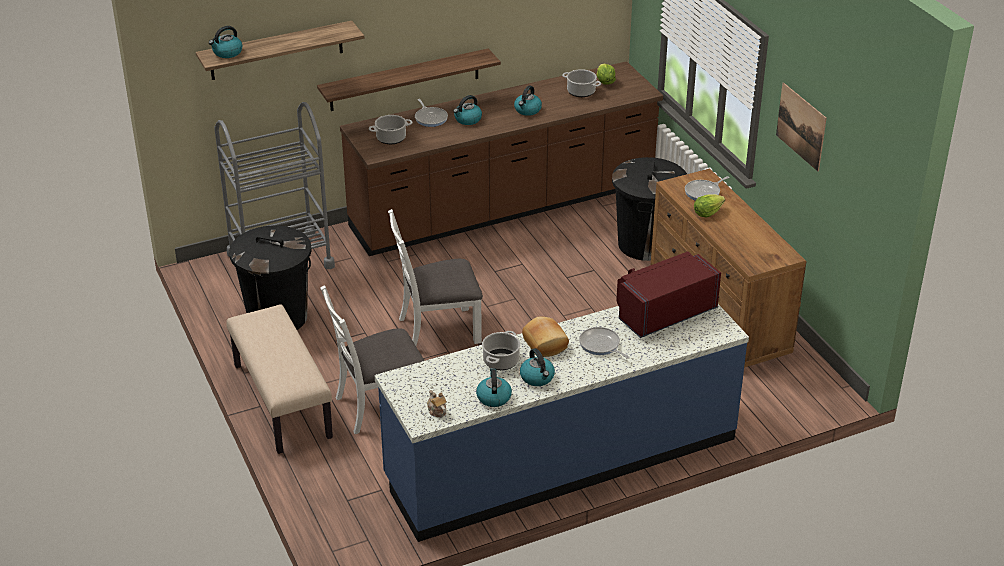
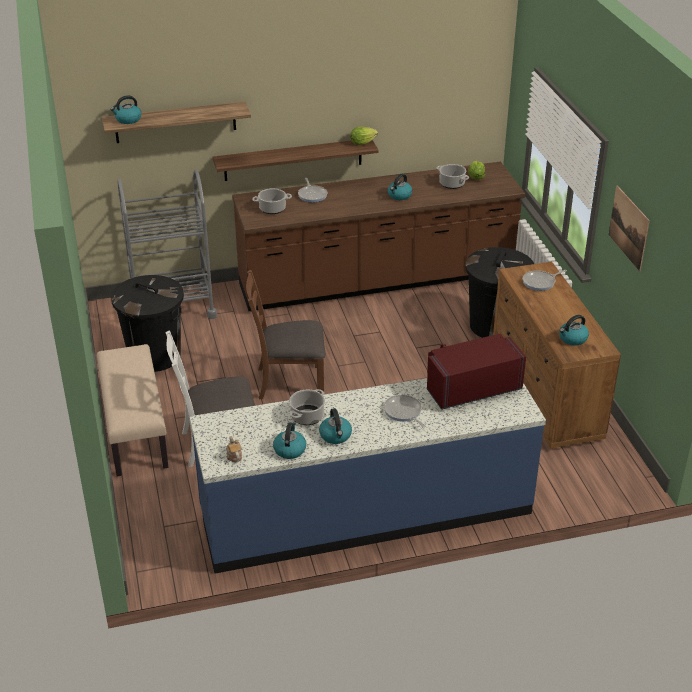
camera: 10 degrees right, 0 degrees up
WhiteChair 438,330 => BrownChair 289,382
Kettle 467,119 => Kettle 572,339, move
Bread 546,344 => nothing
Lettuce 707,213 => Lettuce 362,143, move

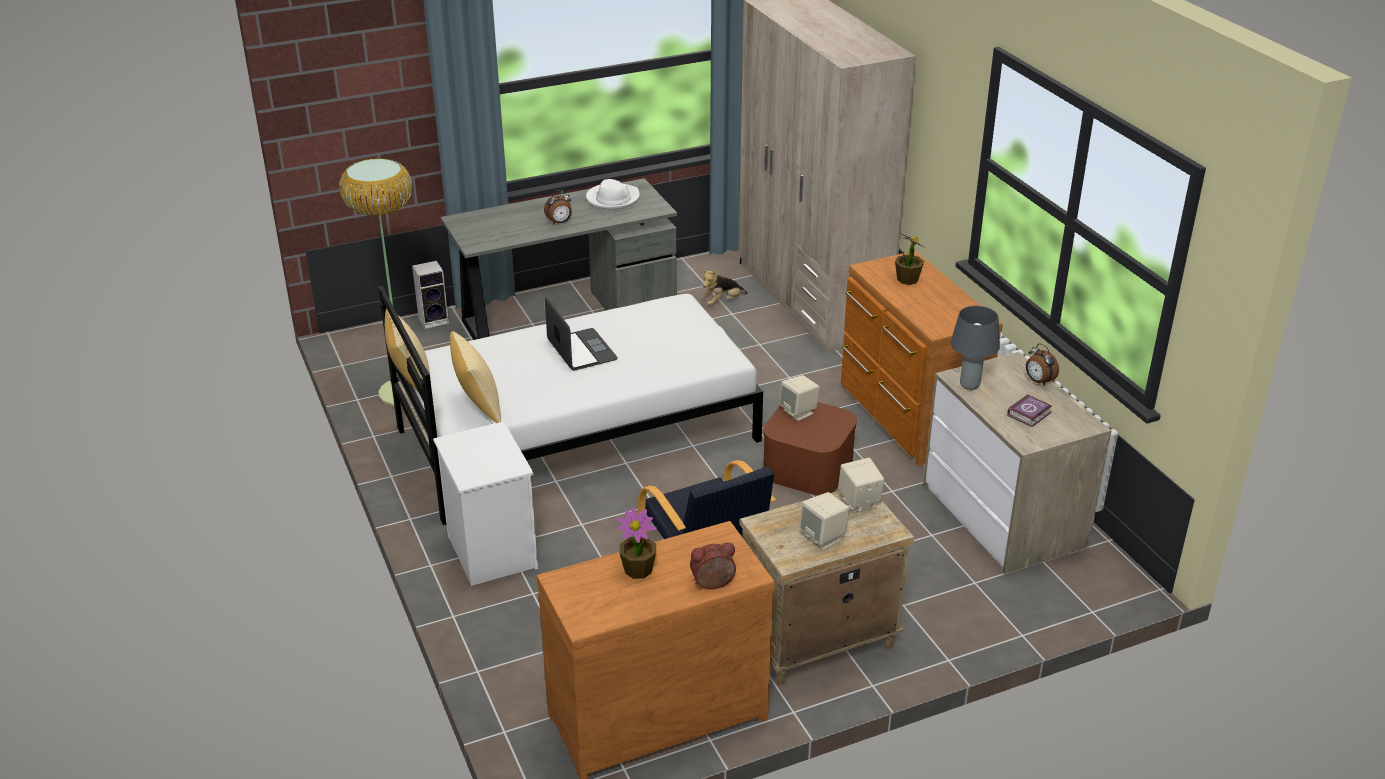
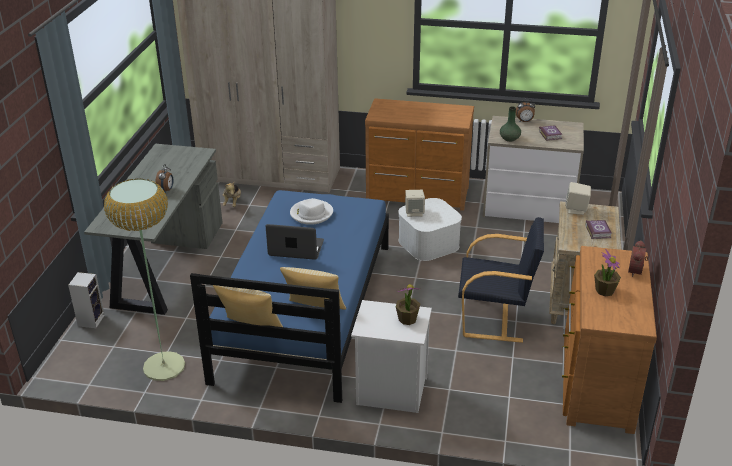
camera: 55 degrees left, 0 degrees up
WhiteBed 577,434 => BlueBed 305,309
WhiteHat 612,199 => WhiteHat 311,214, move
BrownStorageBox 807,467 => WhiteStorageBox 428,243
BeigeSpeaker 823,537 => Book 598,231
PottedPlant 907,279 => PottedPlant 407,319, move
GreyTableLamp 969,386 => GreenVase 510,139

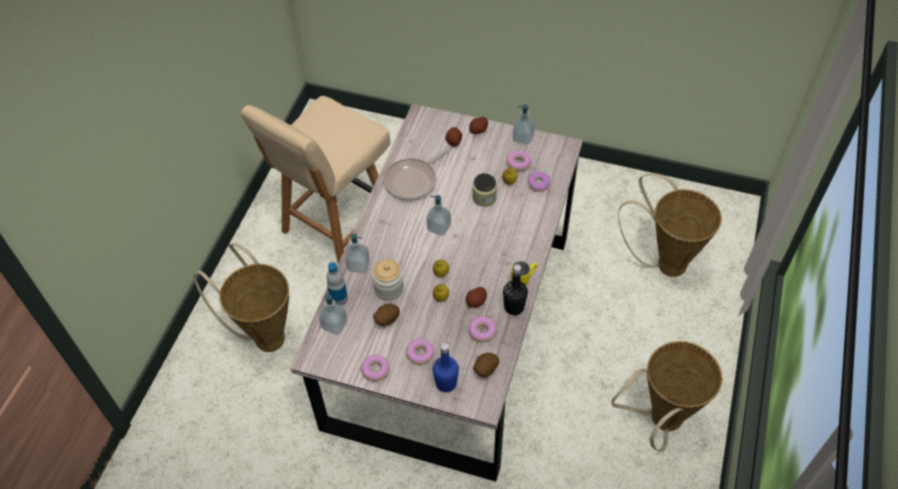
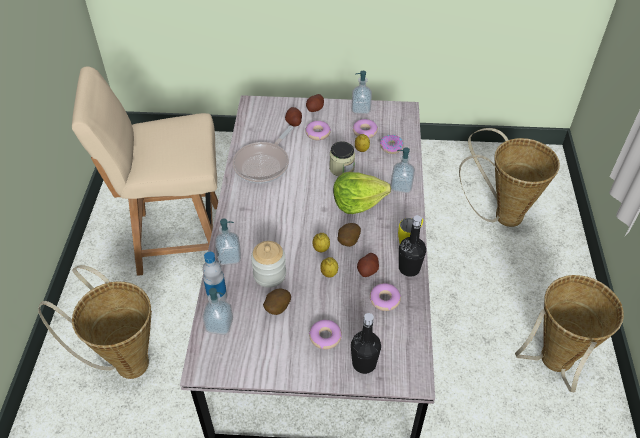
camera: 15 degrees left, 5 degrees down
BeigeChair 335,226 => BeigeChair 176,239, 60 degrees clockwise
Donut 375,370 => Donut 317,133, move
SoapDispenser 439,227 => SoapDispenser 401,186, move
BlueBottle 446,383 => BlackBottle 364,363
Potato 485,370 => Potato 347,242, move
nothing => Lettuce 357,202

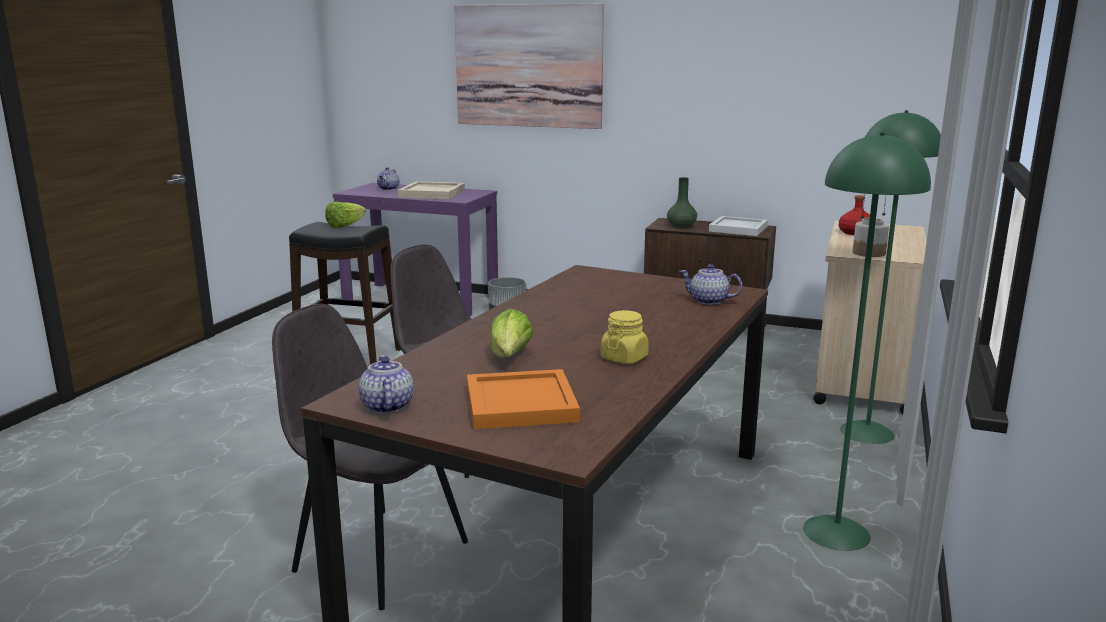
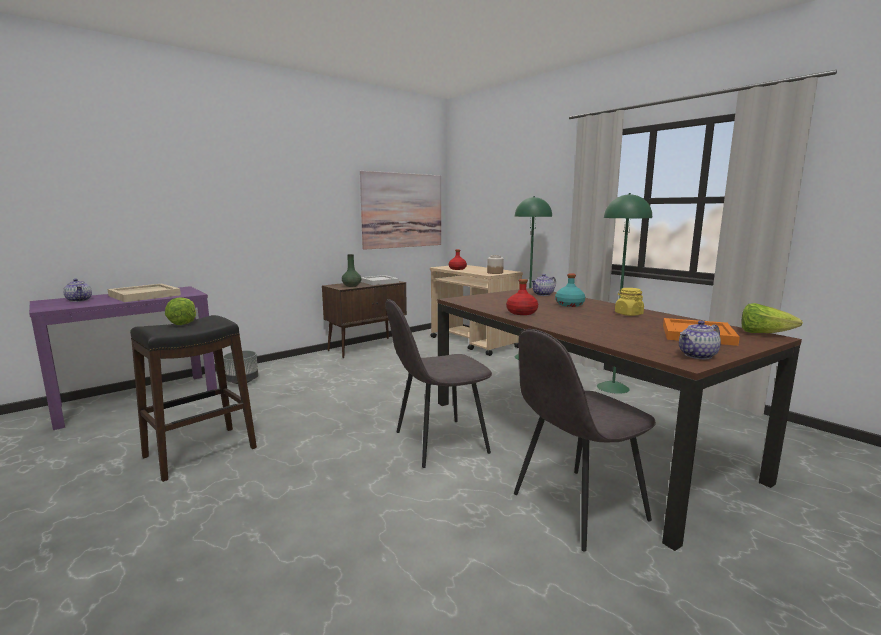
camera: 60 degrees left, 5 degrees down
Teapot 386,406 => Teapot 698,356, 45 degrees counterclockwise
Picture 528,66 => Picture 402,210, move
Lettuce 510,357 => Lettuce 763,334, move
nothing => RedBottle 521,312
nothing => TurquoiseBottle 569,305

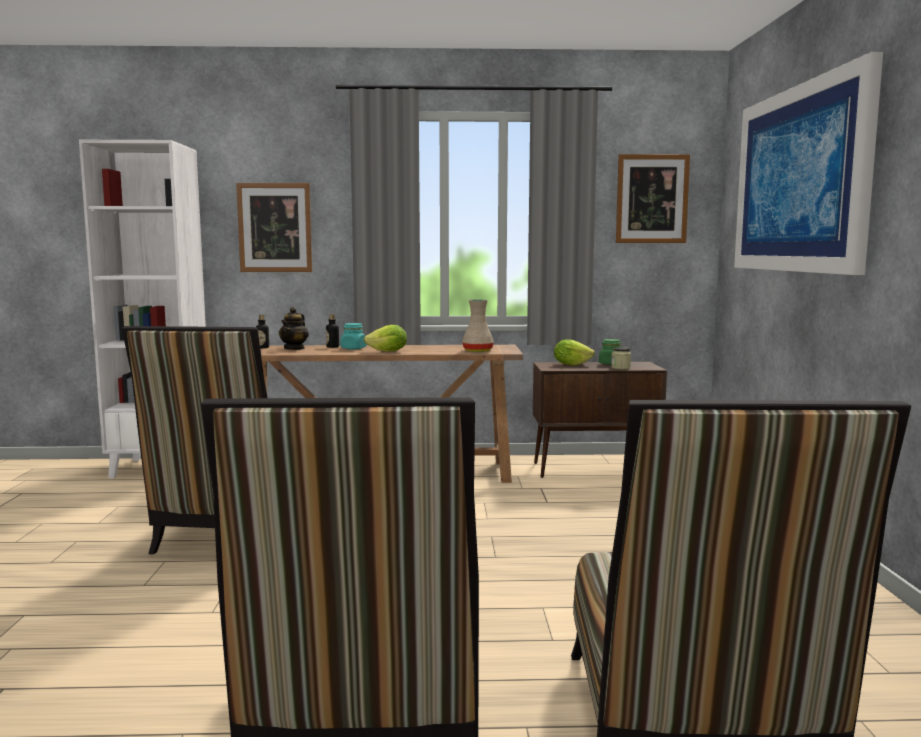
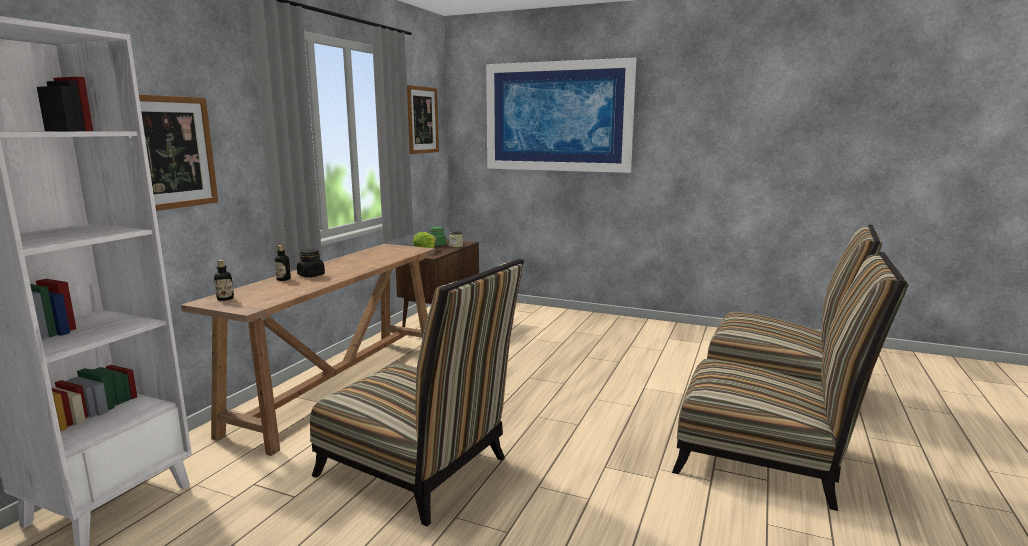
camera: 65 degrees left, 5 degrees up
Teapot 294,348 => nothing
TurquoiseJar 353,348 => BlackJar 311,275
Lettuce 388,351 => nothing
BeigeVase 477,351 => nothing

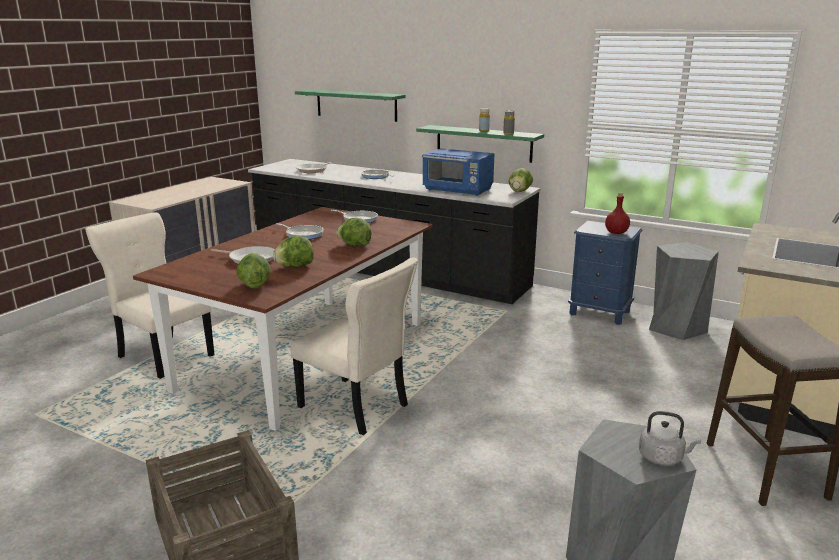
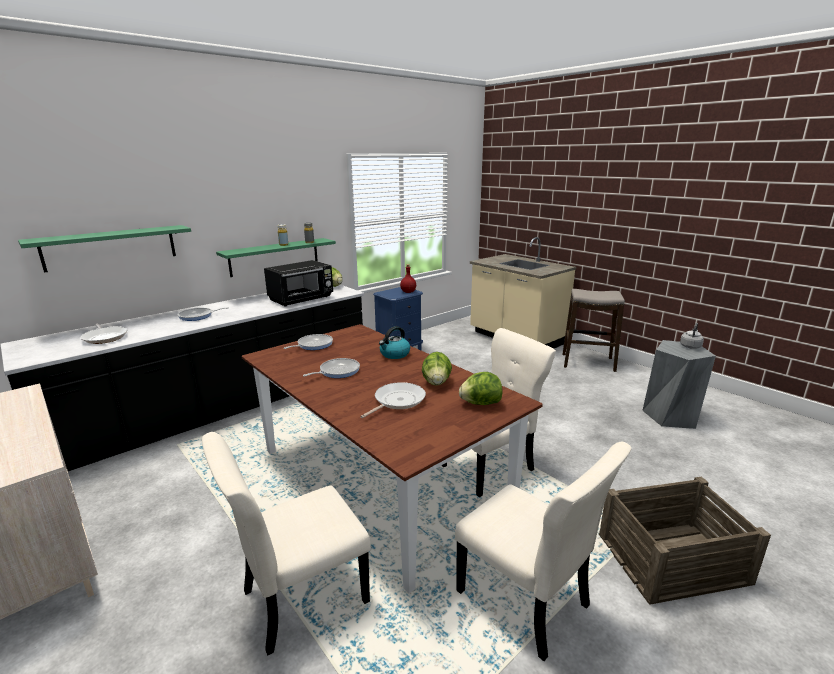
camera: 70 degrees left, 0 degrees up
Lettuce 355,245 => Kettle 394,354
BlueMicrowave 458,190 => BlackMicrowave 302,299
GreyStool 676,327 => nothing
nothing => BeigeChair 526,602

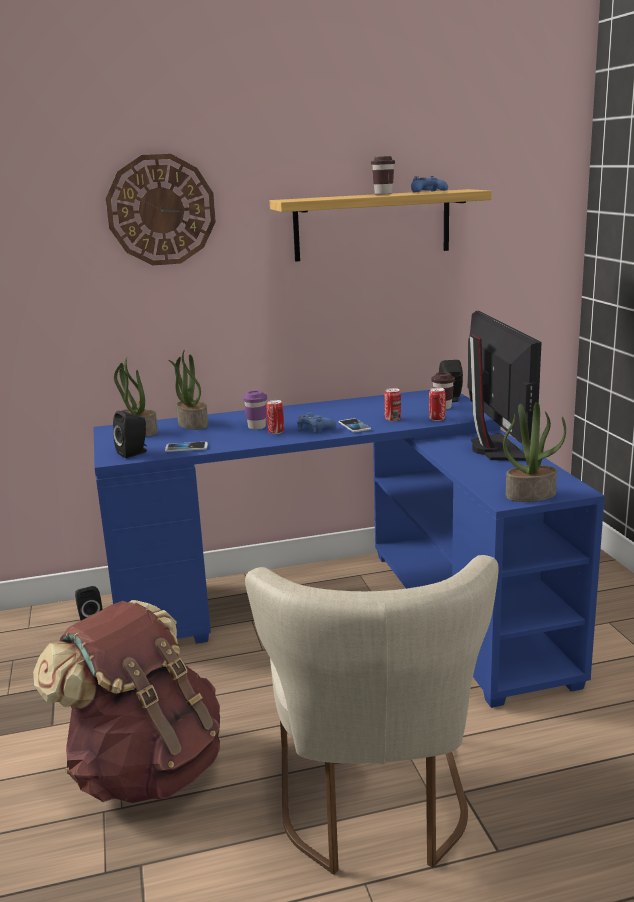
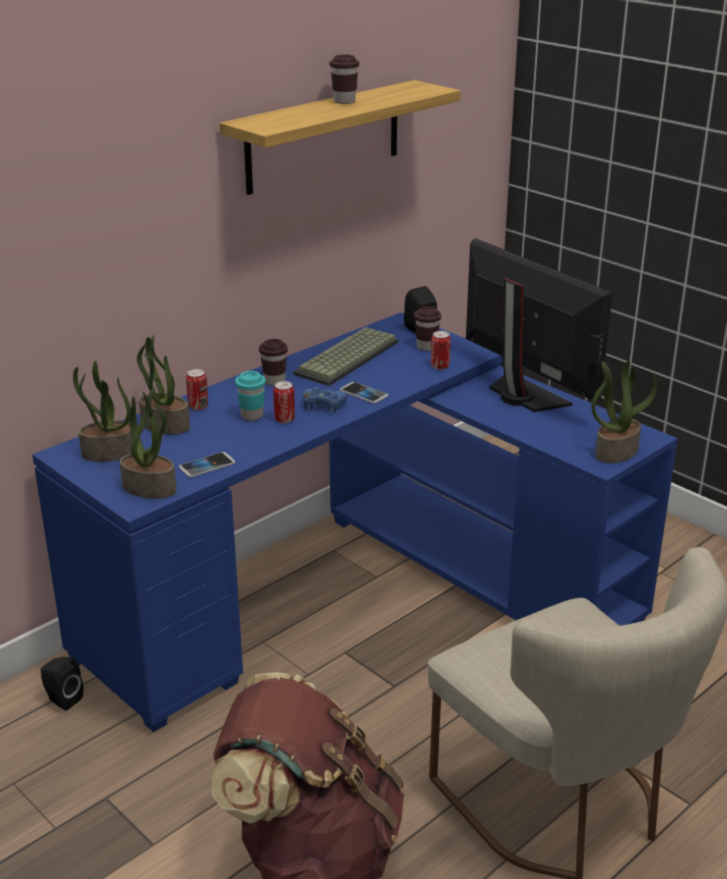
camera: 30 degrees left, 10 degrees up
WallClock 161,210 => nothing
BlackSpeaker 134,453 => PottedPlant 150,487
PurpleCup 257,427 => TurquoiseCup 252,416
Can 392,419 => Can 198,407, move
BlueGameController 427,192 => nothing
nothing => BrownCup 274,381
nothing => Keyboard 348,359

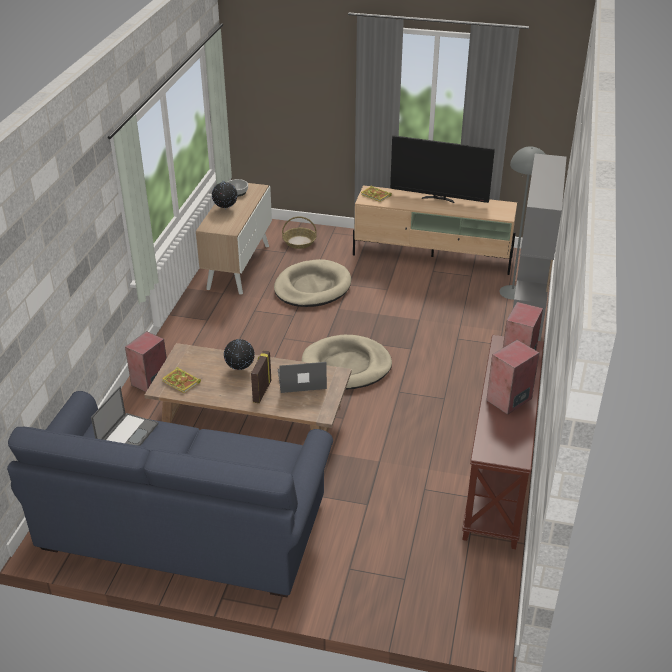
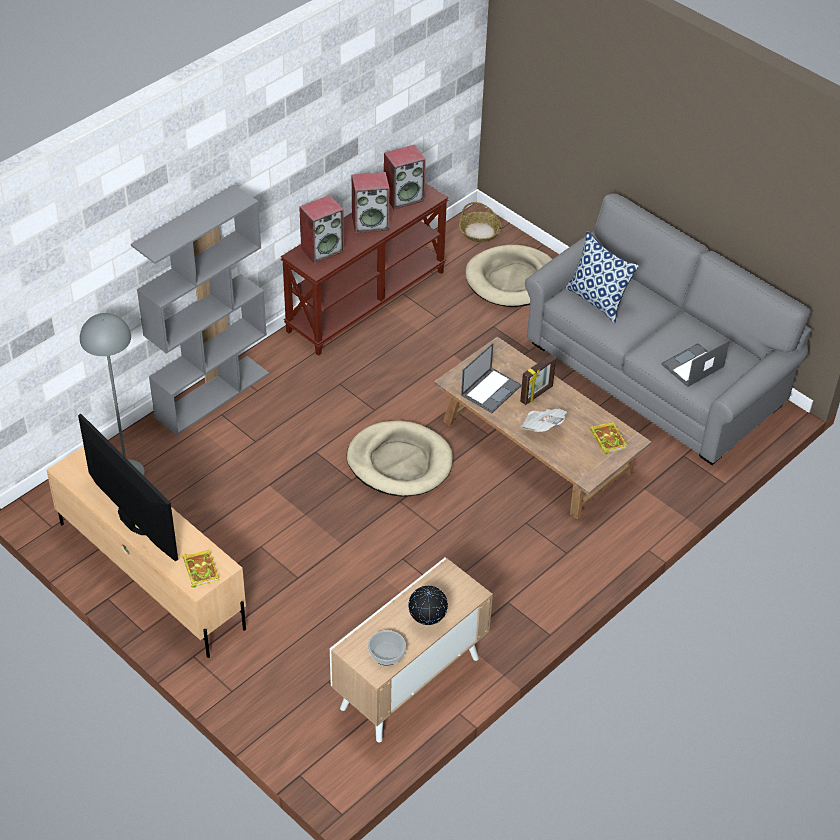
camera: 150 degrees left, 10 degrees up
BlueSofa 183,525 => GreySofa 655,375
Speaker 150,381 => Speaker 404,197, move
Globe 240,370 => Newspaper 542,427
BeigeDogBed 312,287 => BeigeDogBed 512,280, move
Laptop 301,380 => Laptop 491,390, 75 degrees counterclockwise
Basket 299,242 => Basket 480,232, move
nothing => Pillow 597,301

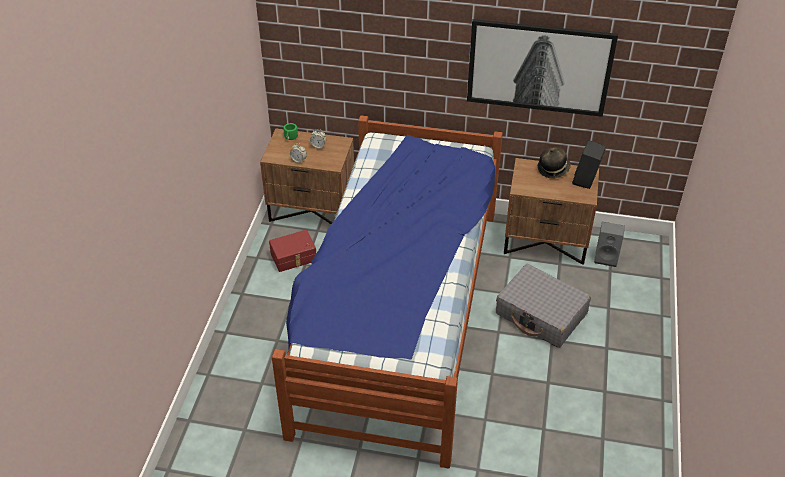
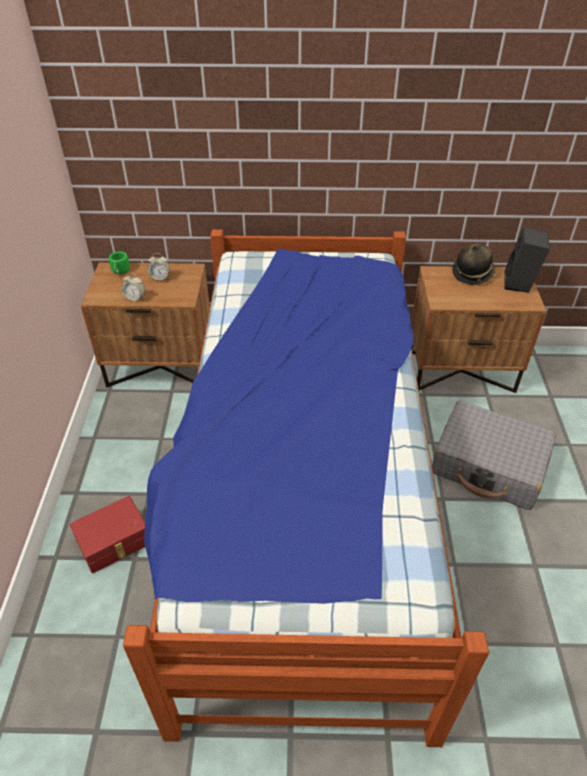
camera: 10 degrees left, 0 degrees up
RedStorageBox 294,257 => RedStorageBox 115,542, move
Picture 539,68 => nothing
GreySpeaker 607,257 => nothing

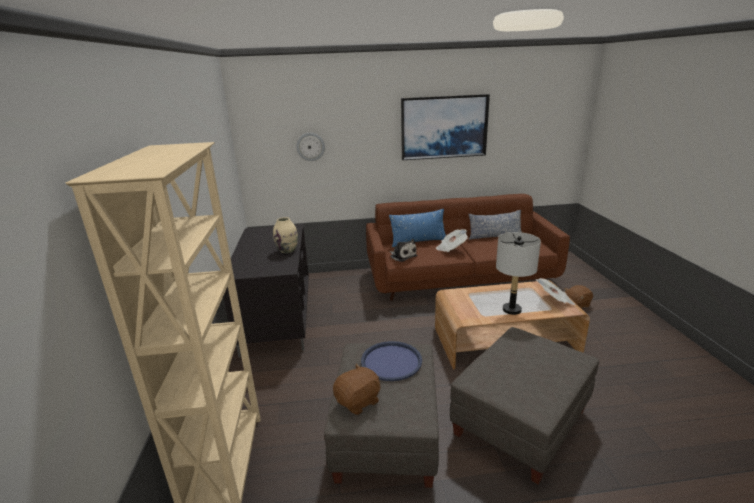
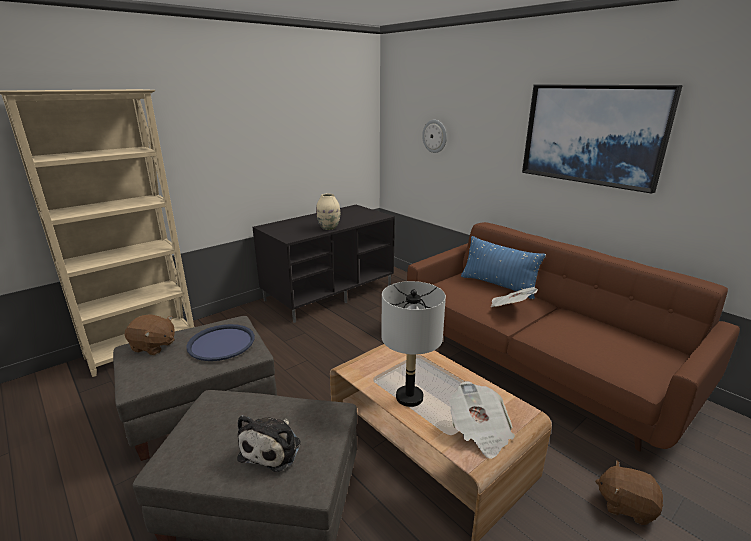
camera: 55 degrees right, 0 degrees up
PlushToy 402,256 => PlushToy 273,448, move
Pillow 494,236 => nothing

